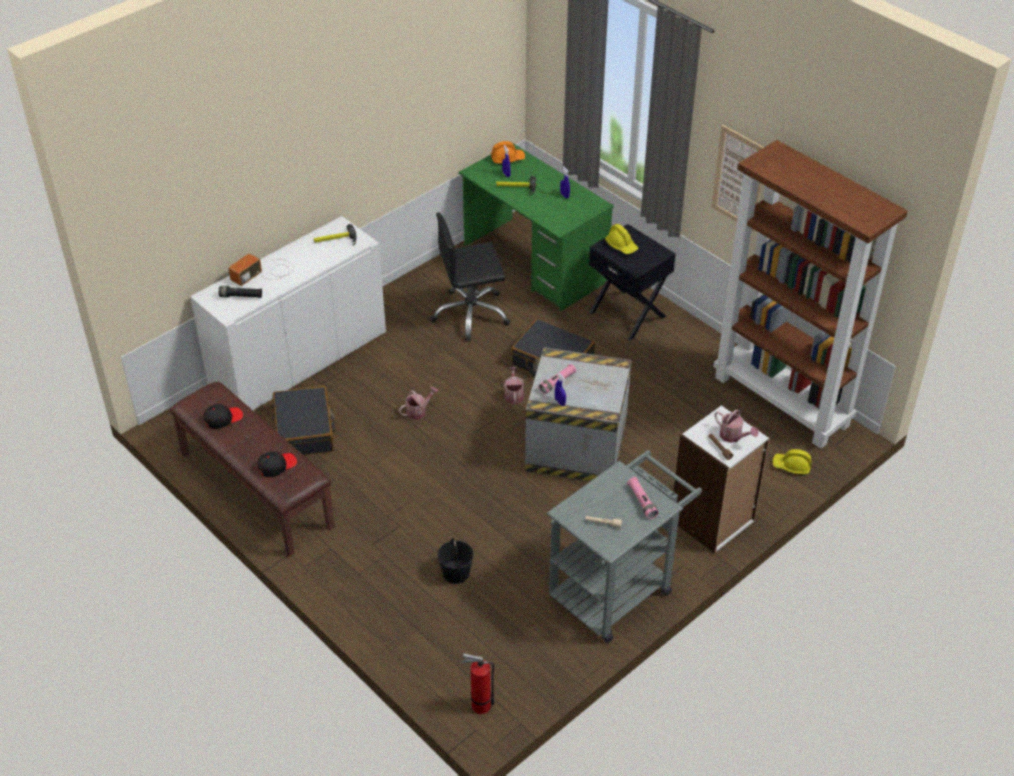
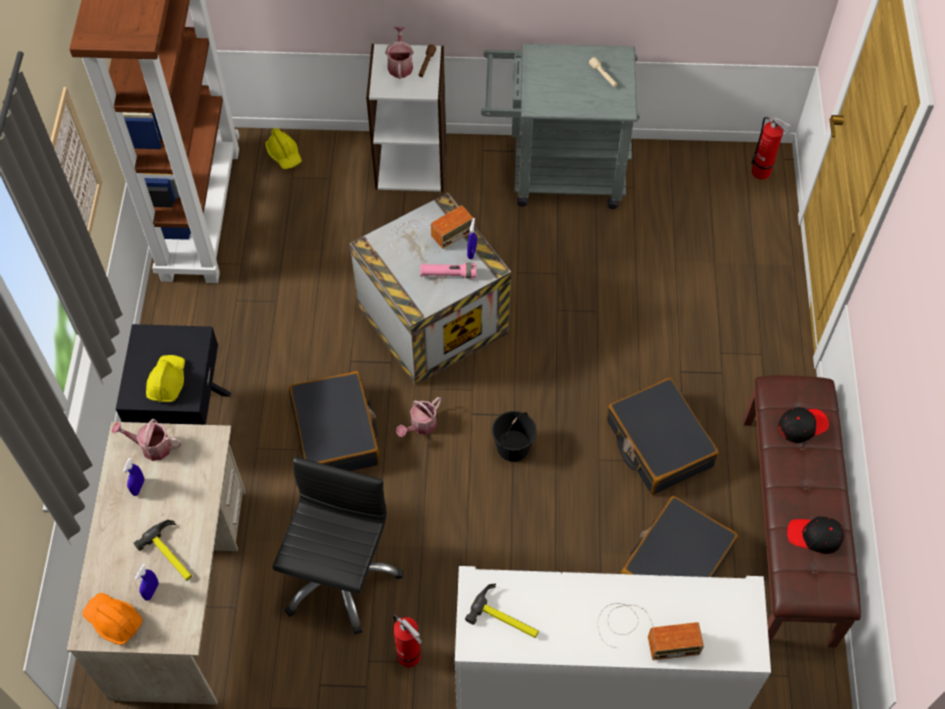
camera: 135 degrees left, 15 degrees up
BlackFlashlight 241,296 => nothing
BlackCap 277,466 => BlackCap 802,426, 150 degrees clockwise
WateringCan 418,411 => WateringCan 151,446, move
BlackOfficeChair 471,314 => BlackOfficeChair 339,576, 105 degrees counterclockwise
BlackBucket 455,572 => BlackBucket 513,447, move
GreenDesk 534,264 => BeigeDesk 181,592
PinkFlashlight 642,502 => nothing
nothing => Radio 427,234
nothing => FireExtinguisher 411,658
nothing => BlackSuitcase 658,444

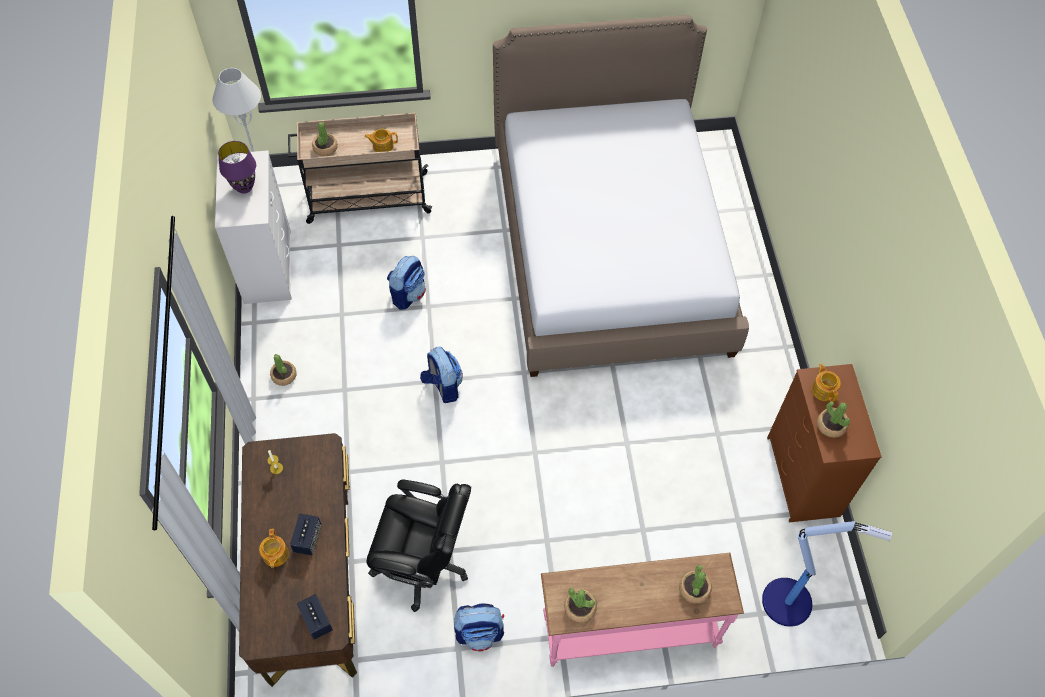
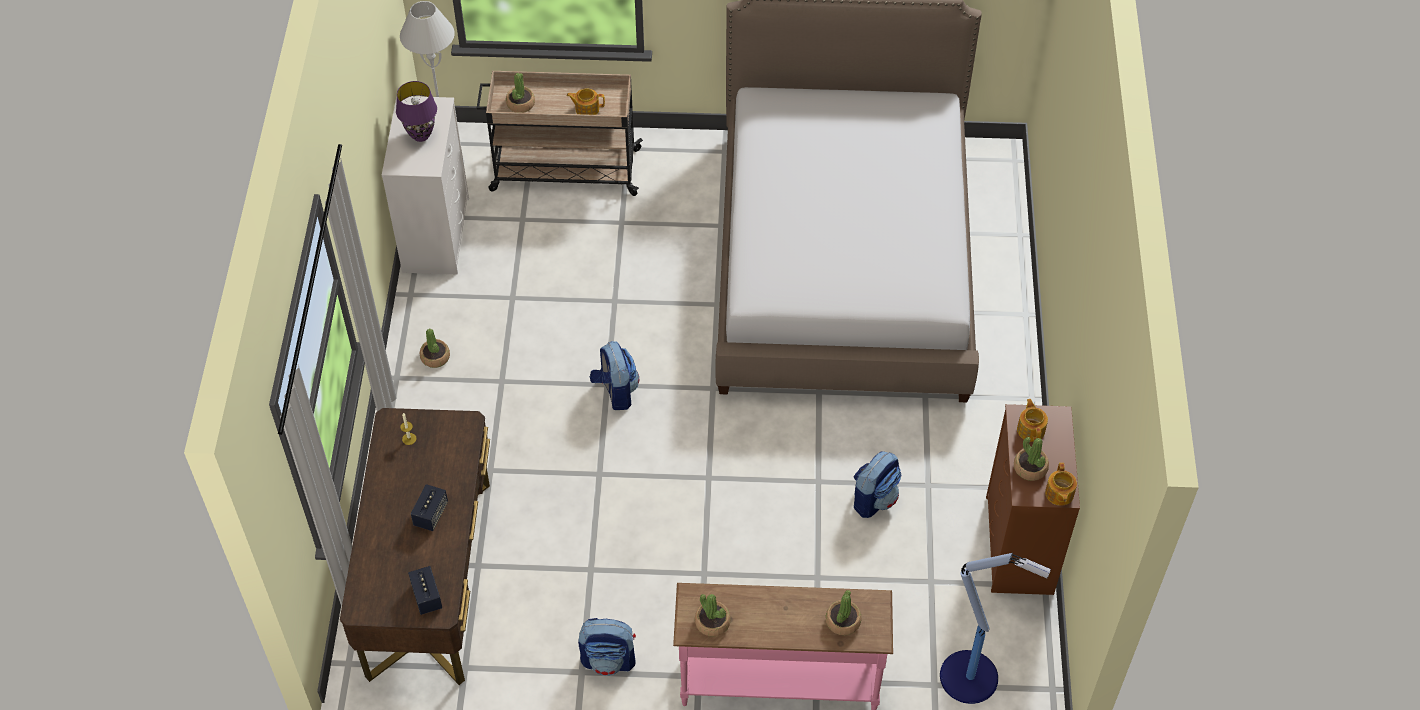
camera: 10 degrees right, 5 degrees down
Teapot 275,555 => Teapot 1059,494, move
BlackOfficeChair 423,562 => nothing
Backpack 408,294 => Backpack 874,498, move

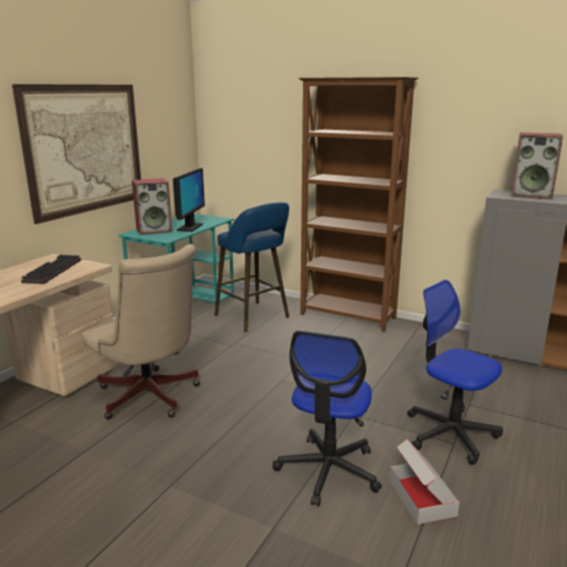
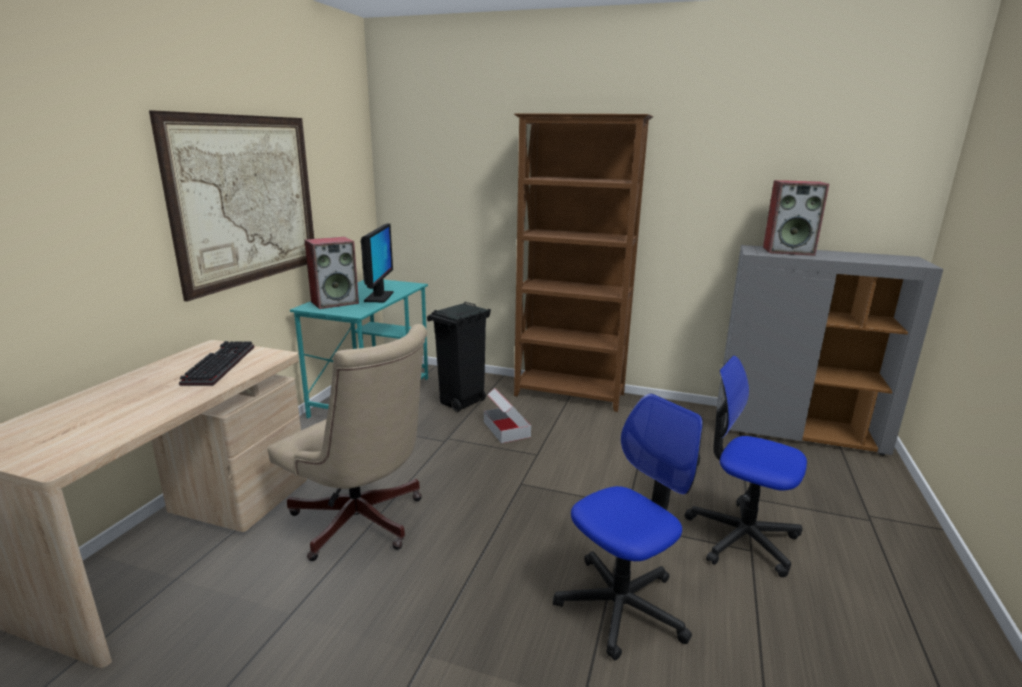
camera: 10 degrees left, 0 degrees up
BlueStool 254,317 => BlackTrashCan 461,403
OfficeChair 328,470 => OfficeChair 621,606, 135 degrees counterclockwise
CardboardBox 422,497 => CardboardBox 506,429, move

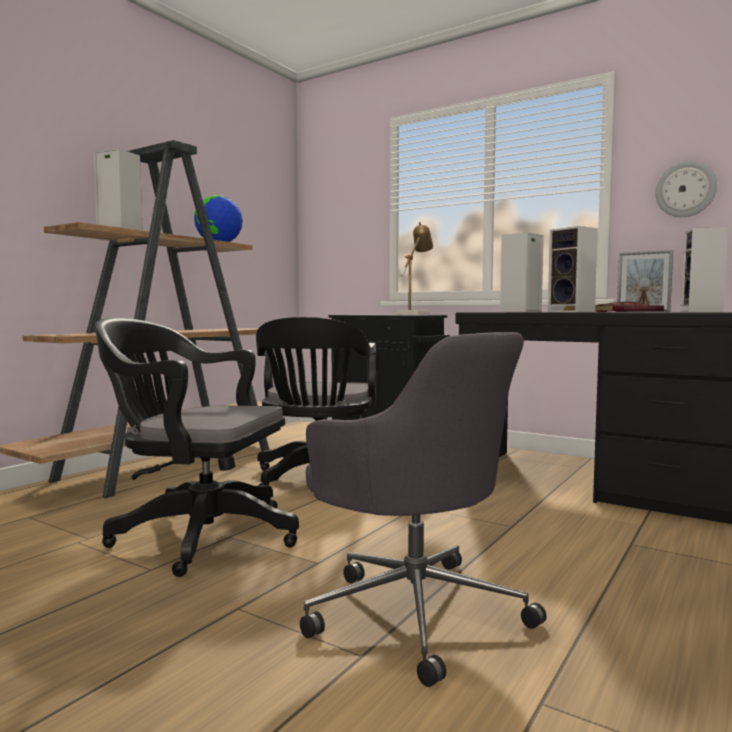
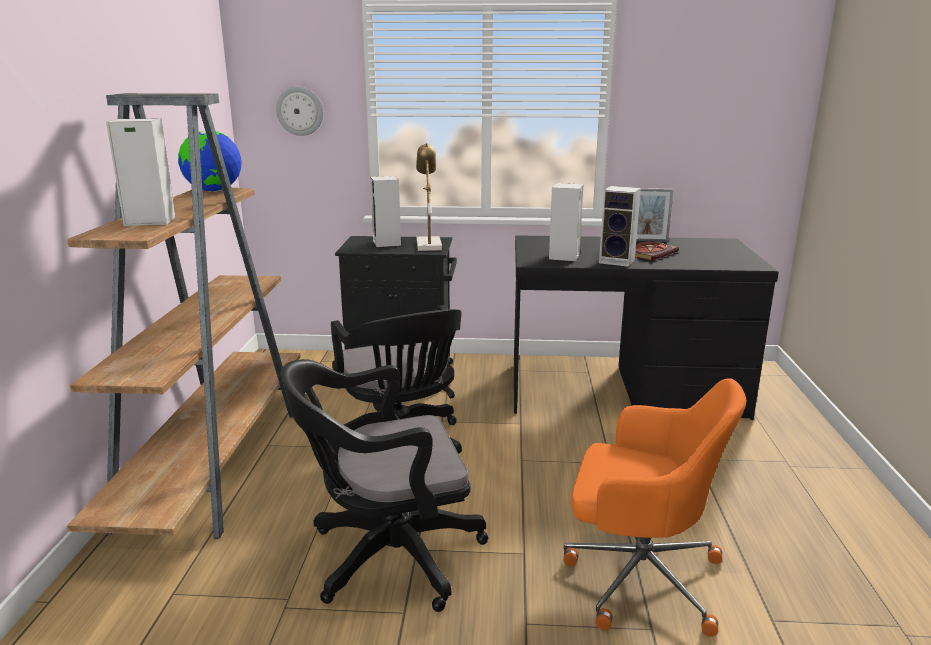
camera: 30 degrees left, 15 degrees up
GreyOfficeChair 414,610 => OrangeOfficeChair 638,575
WallClock 685,189 => WallClock 300,111, move
Speaker 702,312 => Speaker 387,243, move

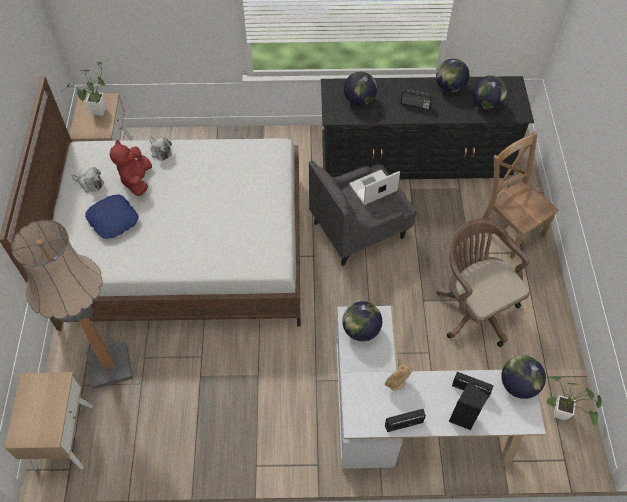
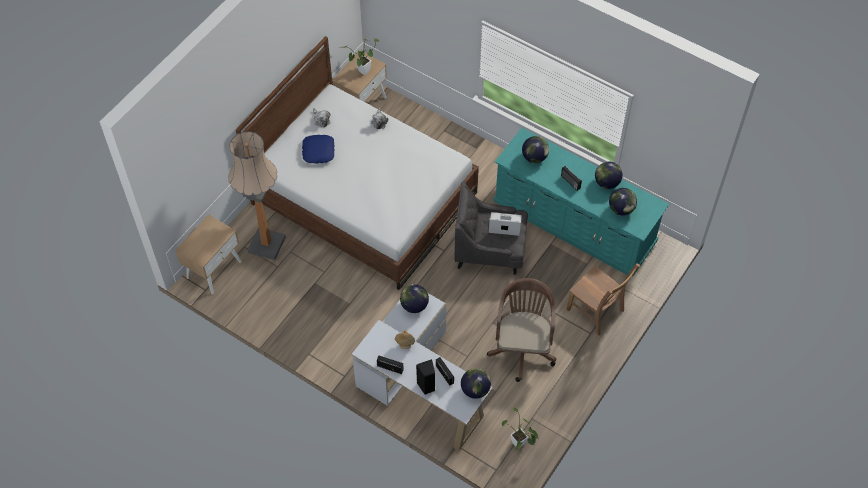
camera: 35 degrees right, 0 degrees up
RedPlushToy 137,180 => nothing
BlackDresser 414,158 => TurquoiseDresser 573,223
BrownChair 509,228 => BrownChair 596,312, 135 degrees clockwise

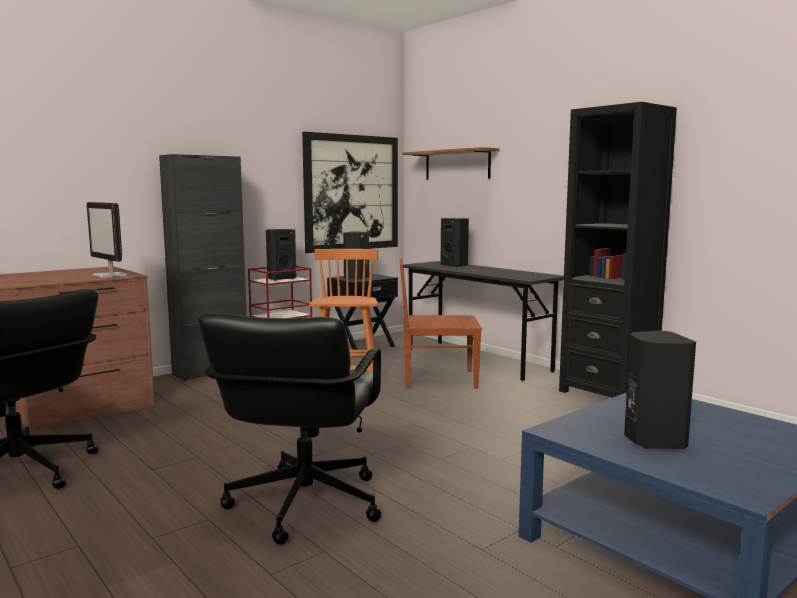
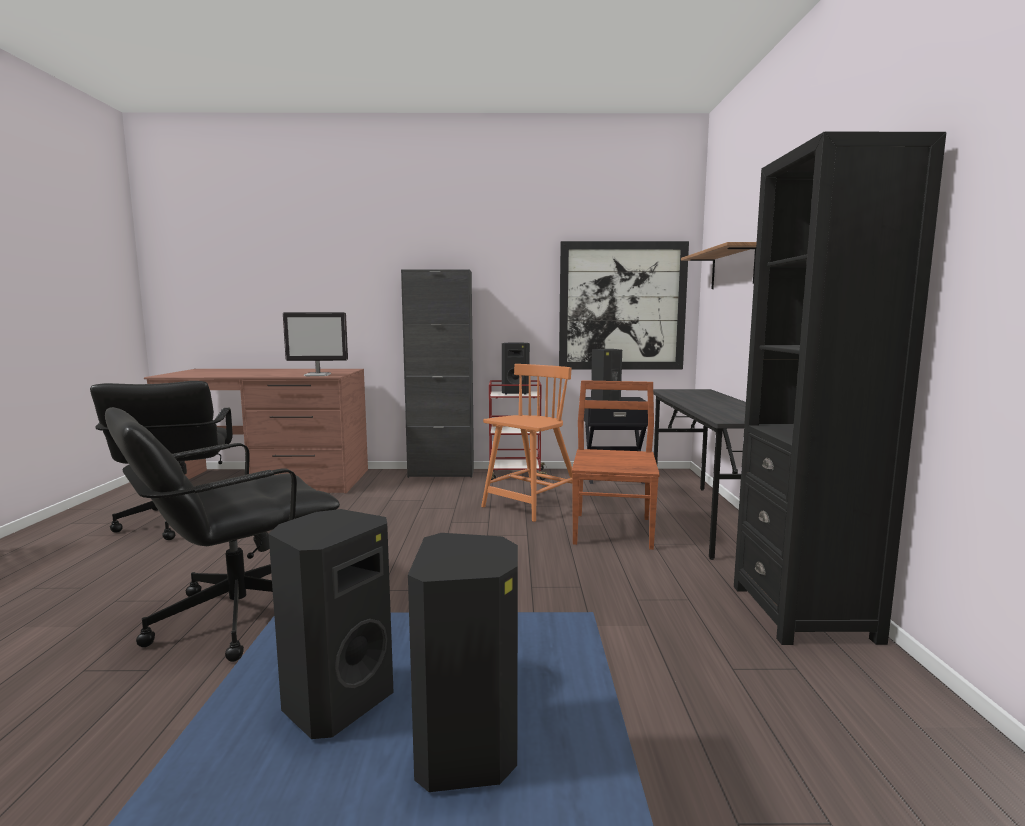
camera: 40 degrees right, 0 degrees up
Monitor 110,276 => Monitor 318,375, 90 degrees counterclockwise
BrownChair 437,379 => BrownChair 613,529, 60 degrees clockwise
BlackSpeaker 455,266 => BlackSpeaker 469,751, move

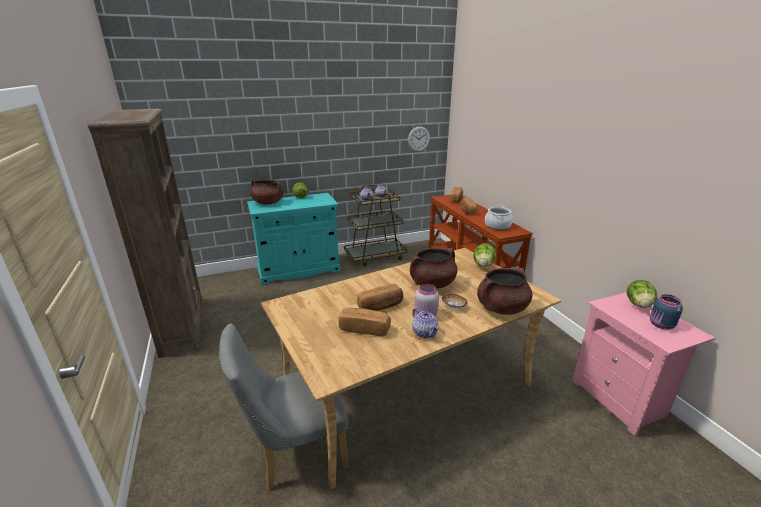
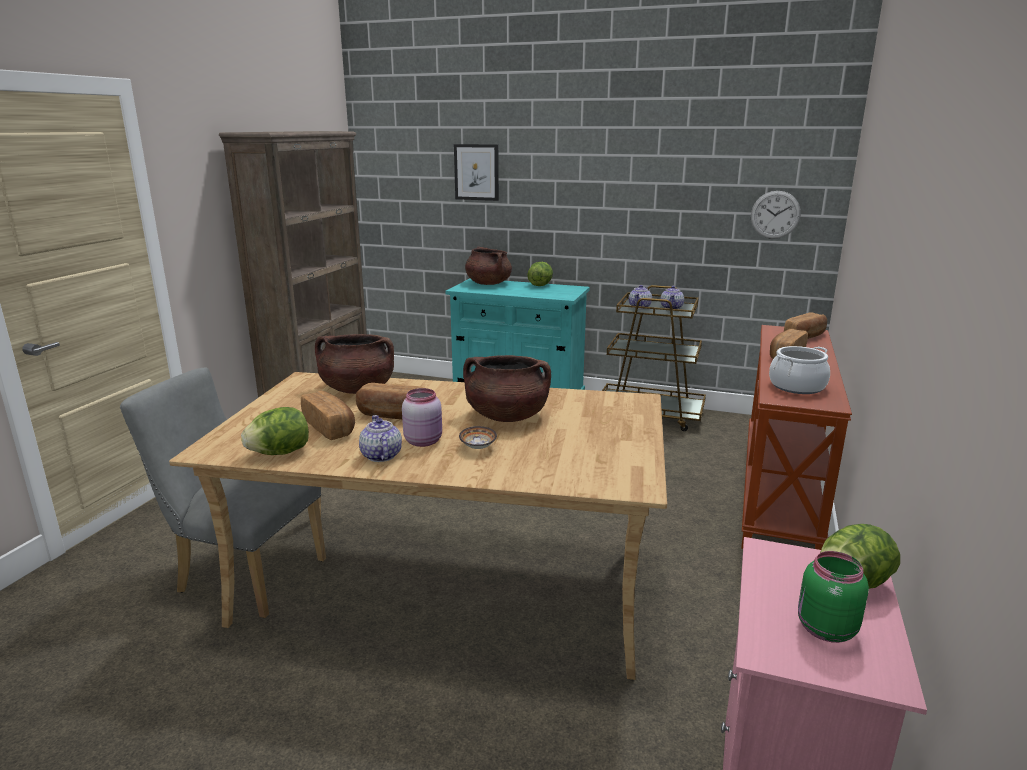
camera: 40 degrees right, 5 degrees down
Teapot 424,332 => Teapot 381,456, 150 degrees clockwise
Lettuce 483,265 => Lettuce 280,453, move
BrownCookingPot 501,308 => BrownCookingPot 357,389, move
BlueJar 660,325 => GreenJar 824,629
nothing => Picture 476,172

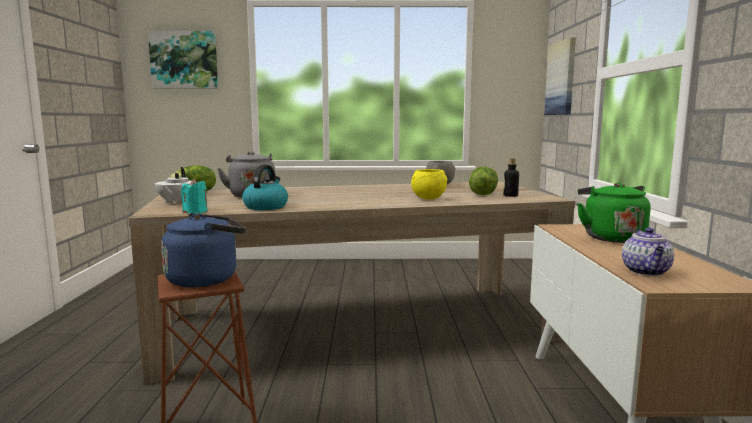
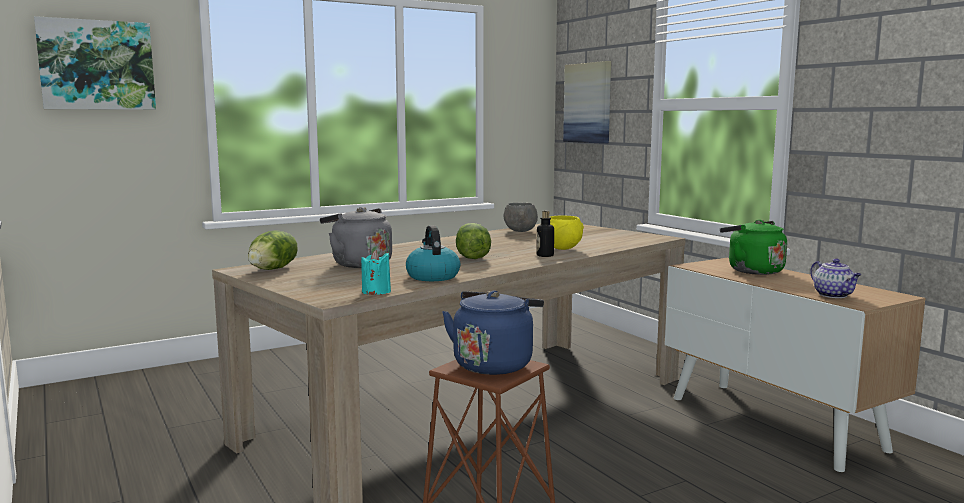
camera: 30 degrees left, 0 degrees up
WhiteTeapot 175,202 => nothing
Lettuce 482,194 => Lettuce 471,257, move
Bottle 510,196 => Bottle 545,255, move

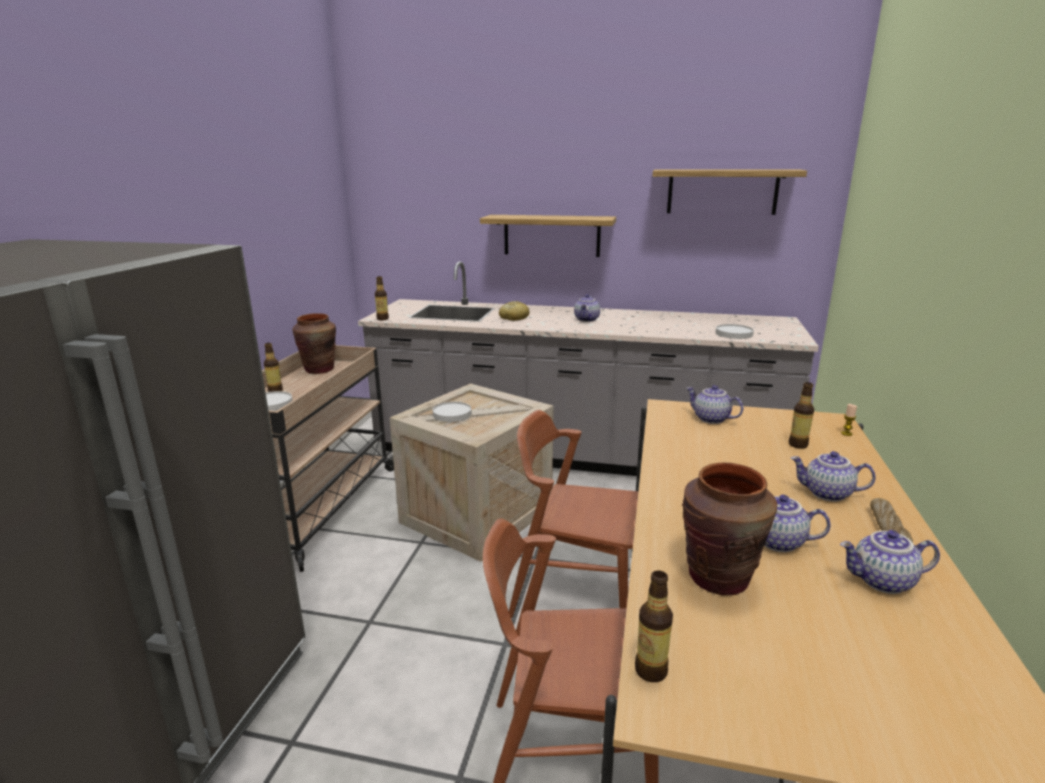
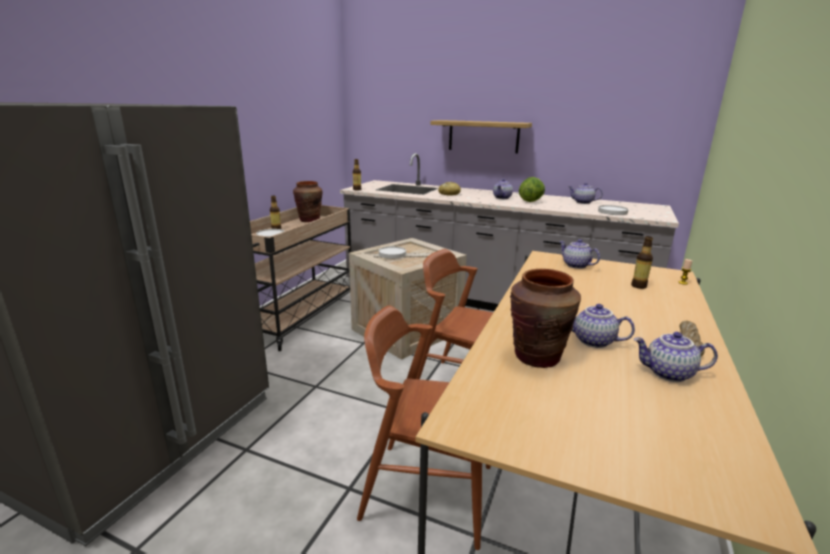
camera: 10 degrees right, 0 degrees up
Bottle 651,671 => nothing
Shelf 722,191 => nothing
Teapot 827,494 => Teapot 582,202, move
nothing => Lettuce 530,201

